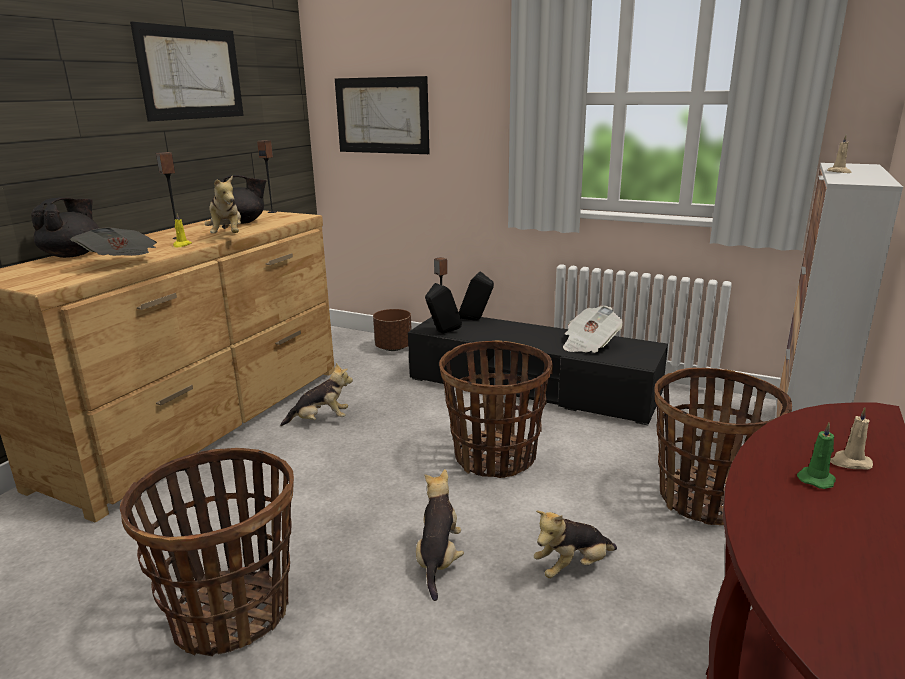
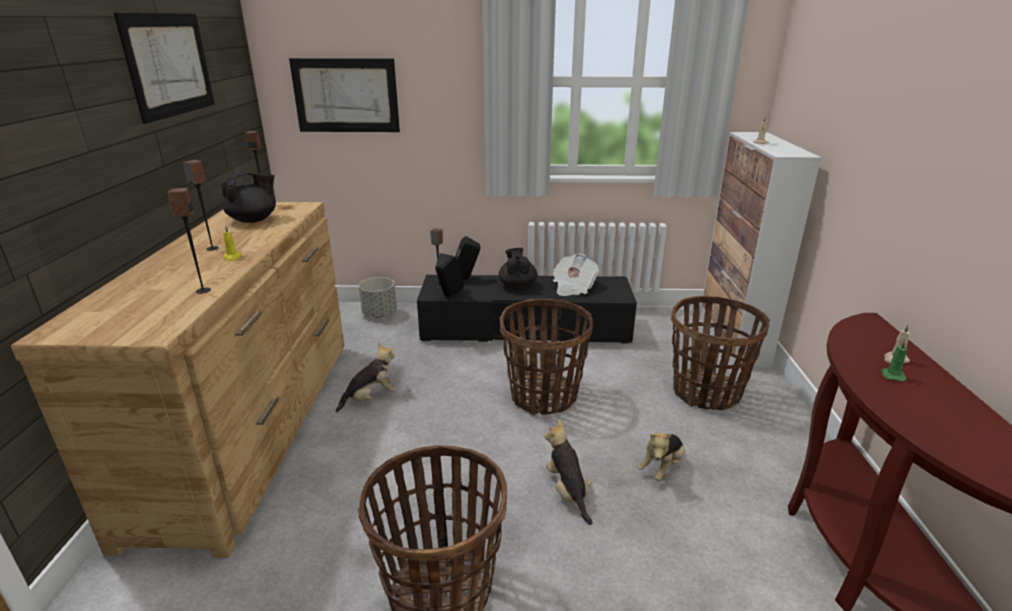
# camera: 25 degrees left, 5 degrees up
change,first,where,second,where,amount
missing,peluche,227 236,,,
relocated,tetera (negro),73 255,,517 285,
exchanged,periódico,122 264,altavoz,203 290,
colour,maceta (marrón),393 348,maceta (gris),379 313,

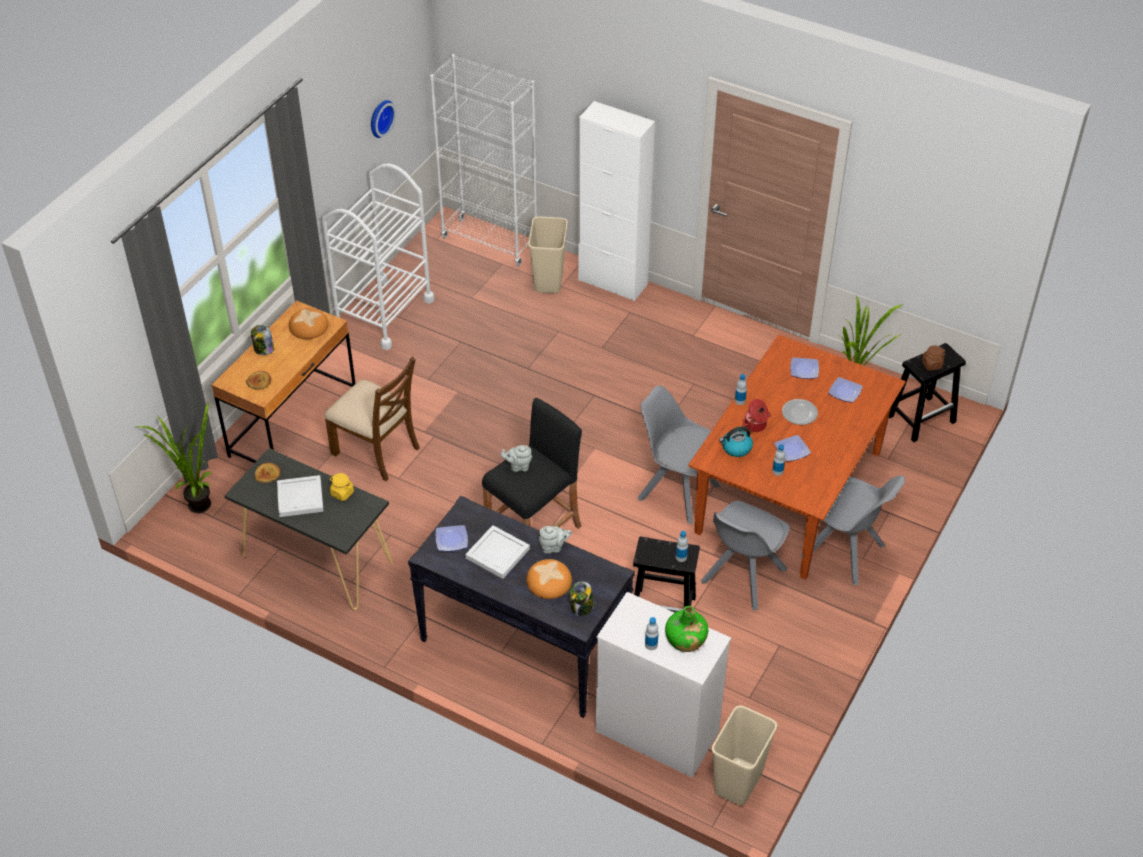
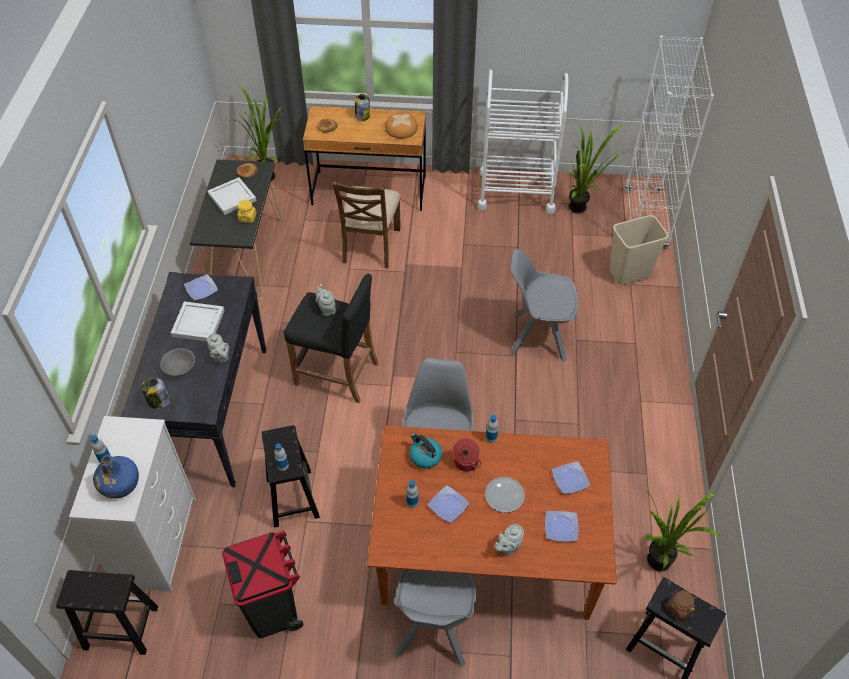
# camera: 65 degrees right, 5 degrees up
change,first,where,second,where,amount
missing,reloj de pared,380 118,,,
missing,armario (blanco),612 282,,,
relocated,silla (gris),742 577,,537 336,
exchanged,pan,549 581,cuenco (gris),179 368,
colour,botella (verde),685 639,botella (azul),120 484,
exchanged,papelera (beis),738 783,taburete (negro),120 628,
appeared,,,planta en maceta,581 208,
appeared,,,tetera (gris),508 547,
appeared,,,papelera (negro),273 608,

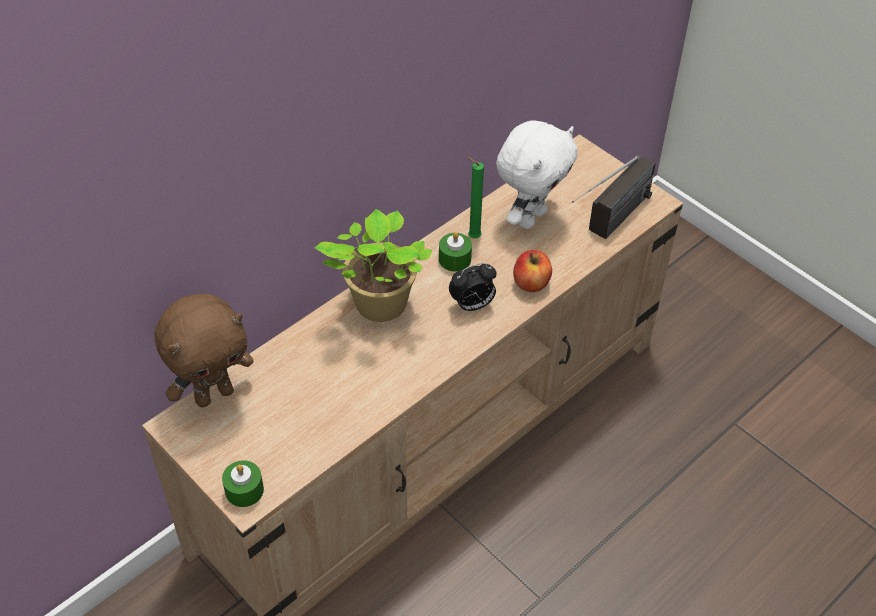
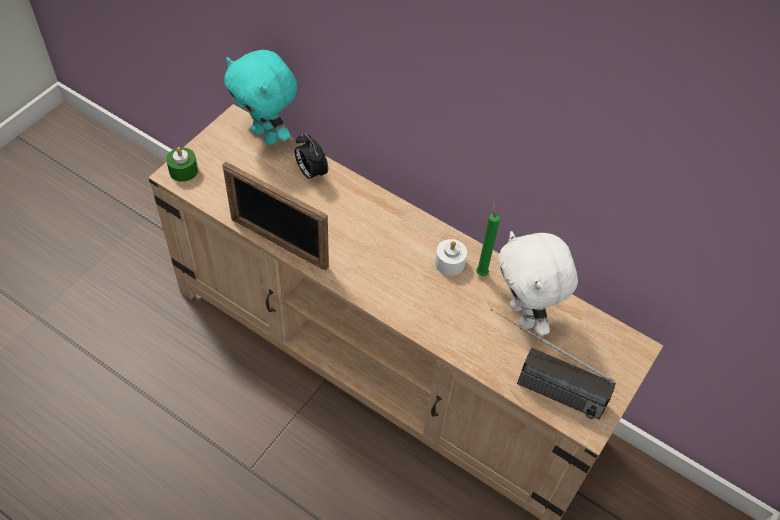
# camera: 75 degrees right, 5 degrees up
change,first,where,second,where,amount
spun,peluche (blanco),530 217,,523 315,45 degrees clockwise
missing,planta en maceta,378 306,,,
colour,vela (verde),454 259,vela (blanco),449 263,
missing,manzana,531 283,,,
relocated,despertador,472 305,,311 173,
colour,peluche (marrón),214 394,peluche (turquesa),266 135,
appeared,,,portarretratos,278 243,

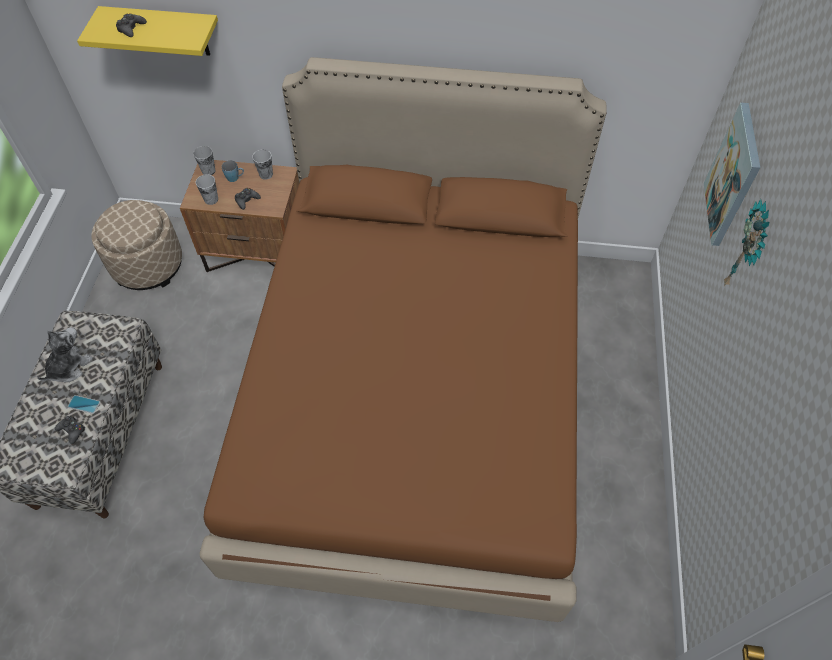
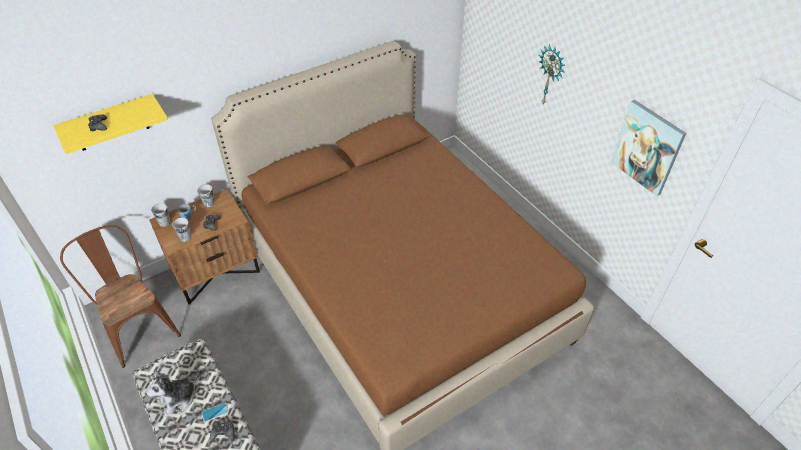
# camera: 40 degrees left, 10 degrees down
change,first,where,second,where,amount
relocated,cuadro,733 176,,647 147,
exchanged,puf (beis),148 265,silla (marrón),138 327,
spun,peluche,69 367,,178 399,120 degrees counterclockwise

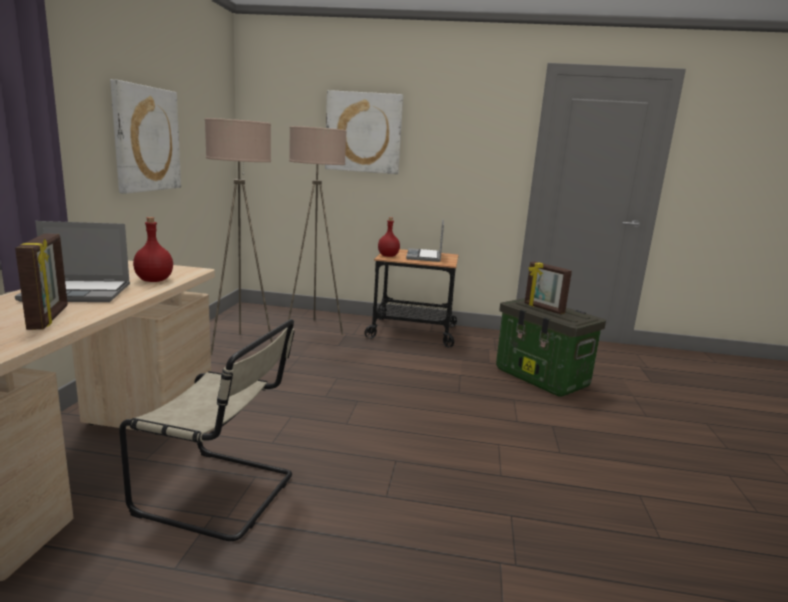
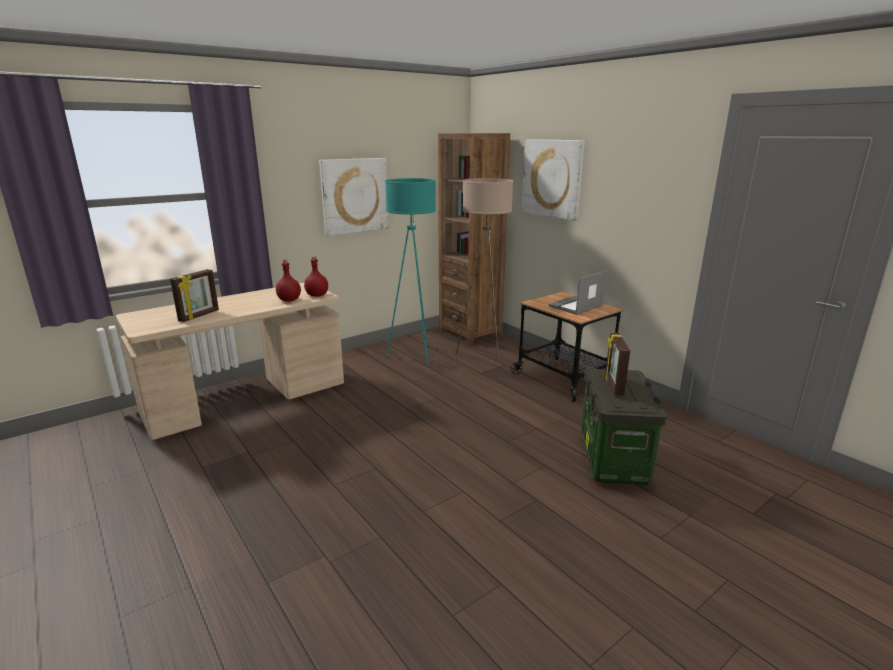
# camera: 45 degrees right, 5 degrees up
change,first,where,second,where,amount
colour,lámpara de pie (beis),242 346,lámpara de pie (turquesa),414 355,
relocated,botella (rojo),388 256,,317 295,
missing,portátil,79 293,,,
missing,silla (beis),222 494,,,
appeared,,,estantería (marrón),470 332,

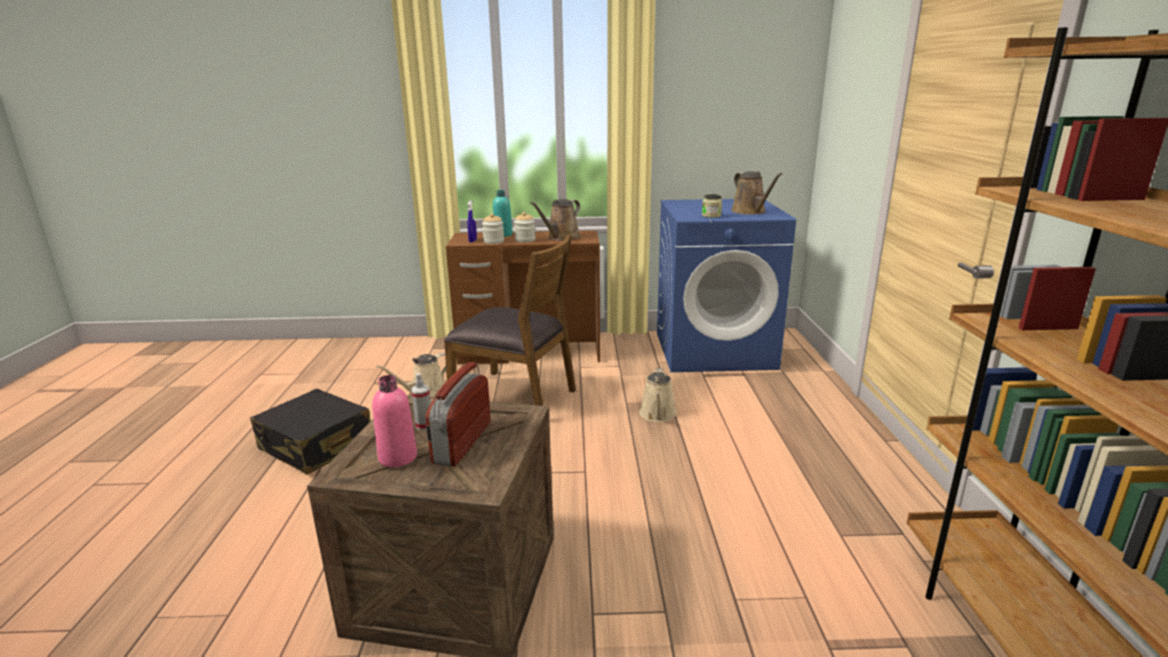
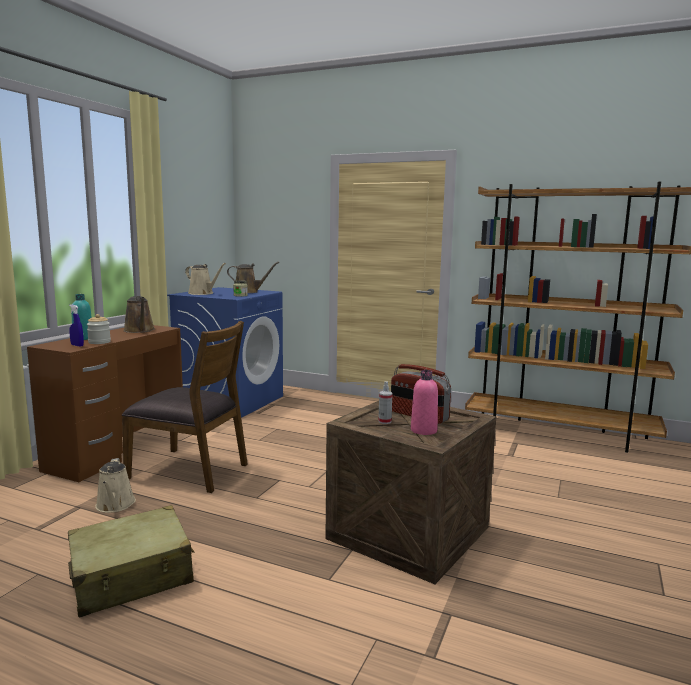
# camera: 65 degrees left, 10 degrees down
change,first,where,second,where,amount
missing,tarro,525 240,,,
spun,silla (marrón),515 397,,190 470,60 degrees clockwise
relocated,regadera (beis),658 415,,202 293,
colour,maleta (negro),316 445,maleta (beis),132 576,

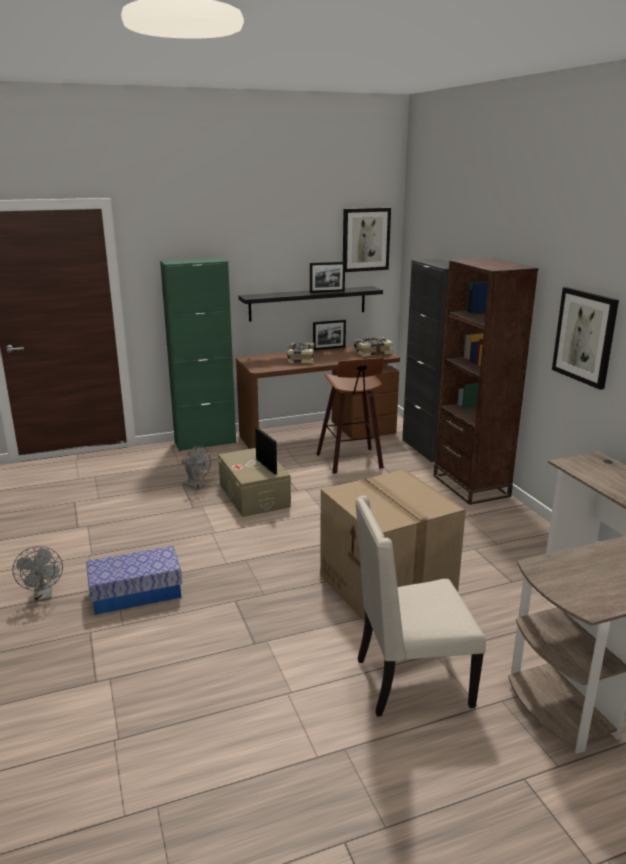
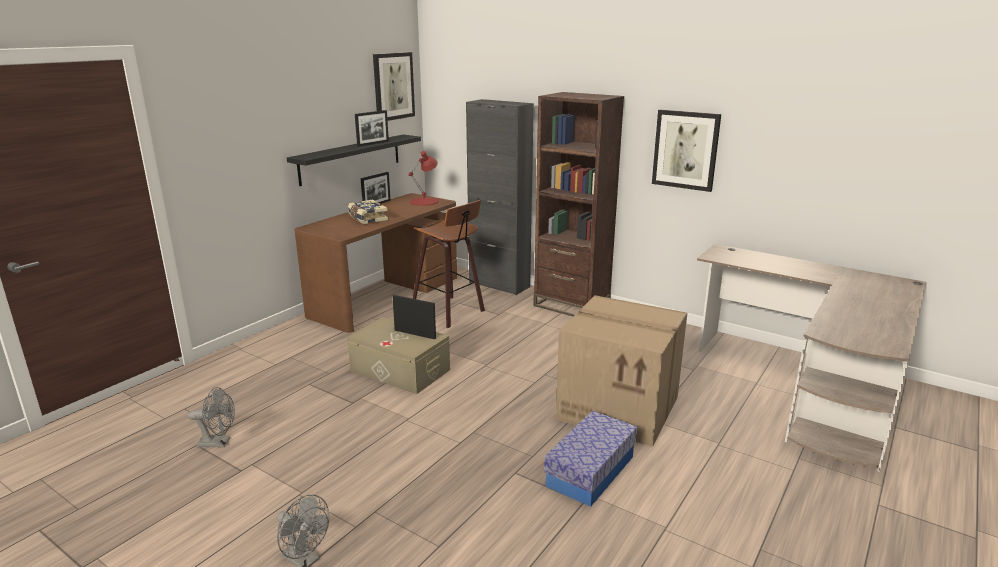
# camera: 35 degrees left, 0 degrees up
change,first,where,second,where,amount
missing,armario (verde),205 442,,,
exchanged,libro,372 352,lámpara de mesa (rojo),424 201,
relocated,ventilador (gris),197 486,,219 443,
missing,silla (beis),410 682,,,
relocated,caja de almacenaje,136 593,,590 471,

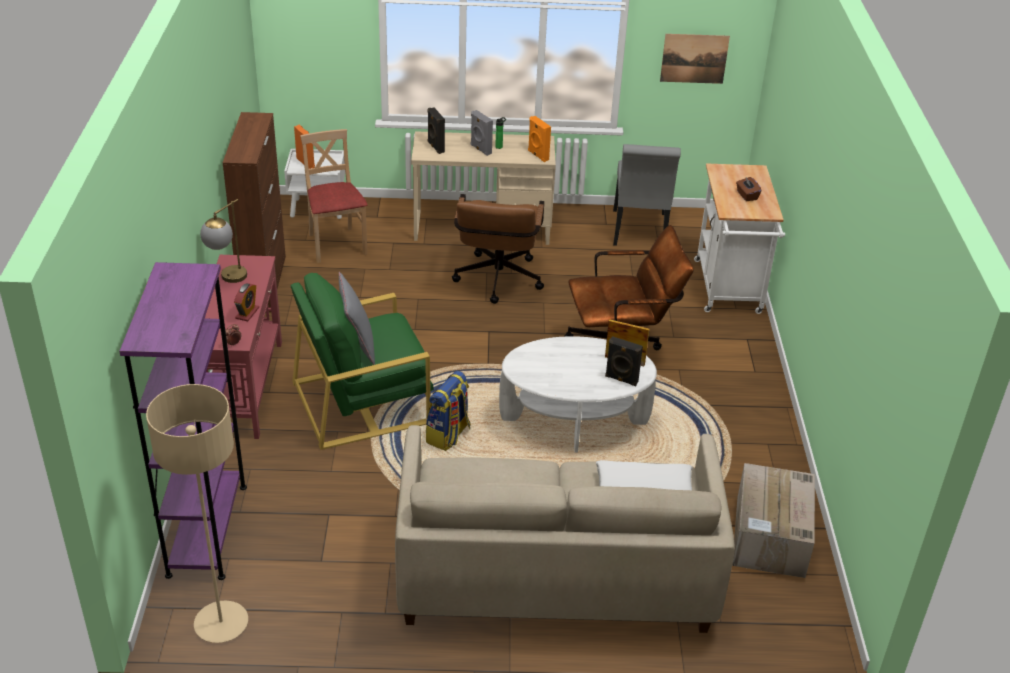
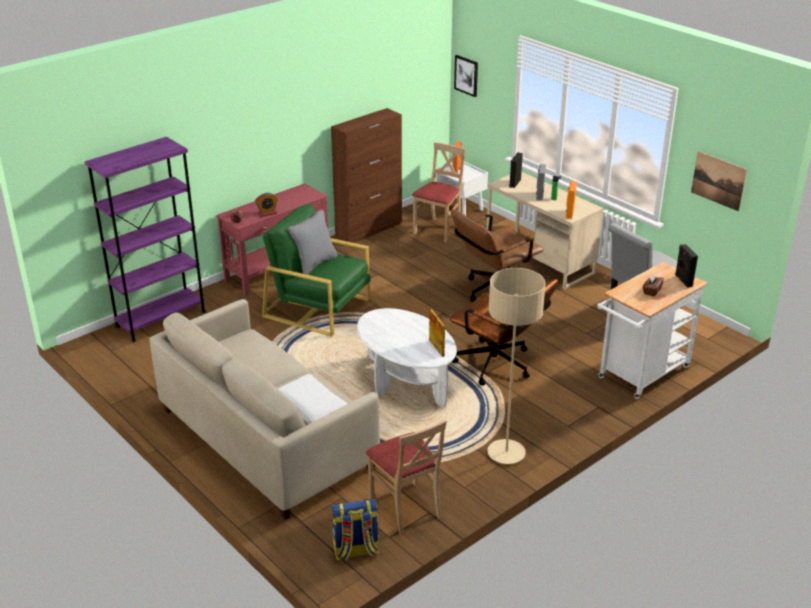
# camera: 50 degrees right, 5 degrees down
change,first,where,second,where,amount
missing,lámpara de mesa,228 280,,,
relocated,altavoz (negro),621 380,,683 281,
relocated,mochila,448 435,,355 551,
relocated,lámpara de pie (beis),221 623,,506 453,
exchanged,caja de cartón,770 537,silla (beis),406 507,
appeared,,,cuadro,466 75,

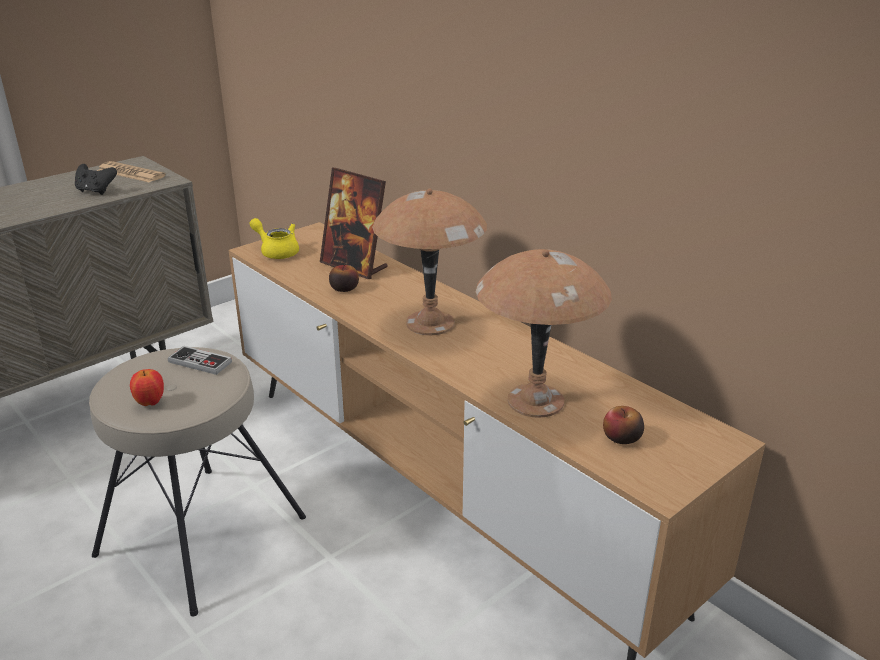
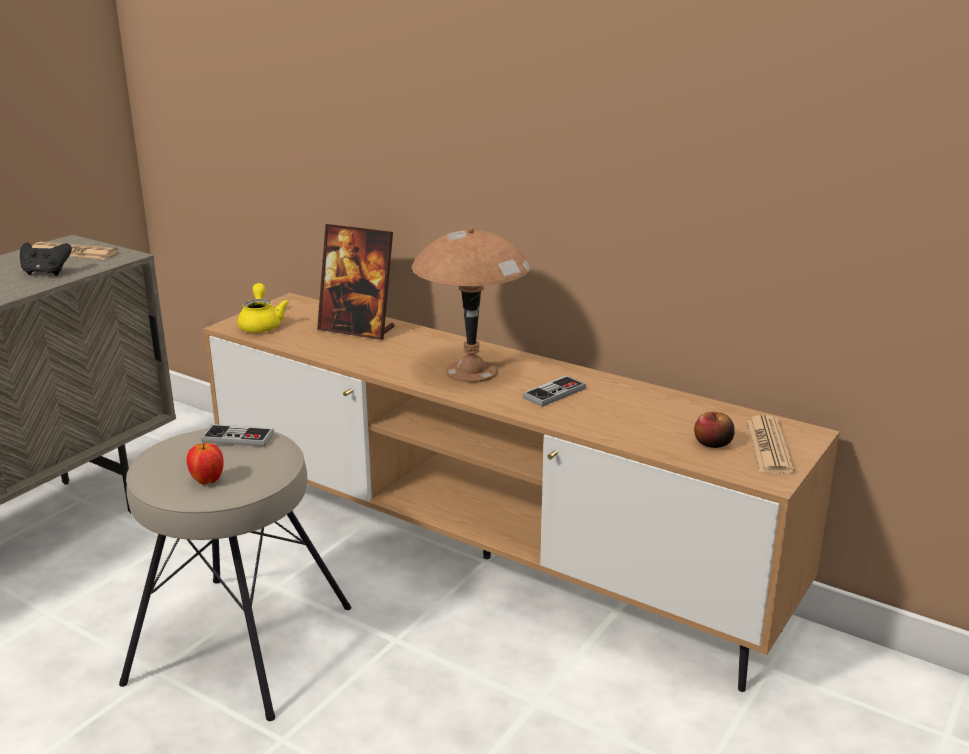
# camera: 15 degrees left, 5 degrees down
change,first,where,second,where,amount
spun,tetera (amarillo),277 251,,261 324,60 degrees clockwise
missing,lámpara de mesa (marrón),537 401,,,
missing,manzana,344 288,,,
appeared,,,mando de consola,554 393,
appeared,,,periódico,768 446,

